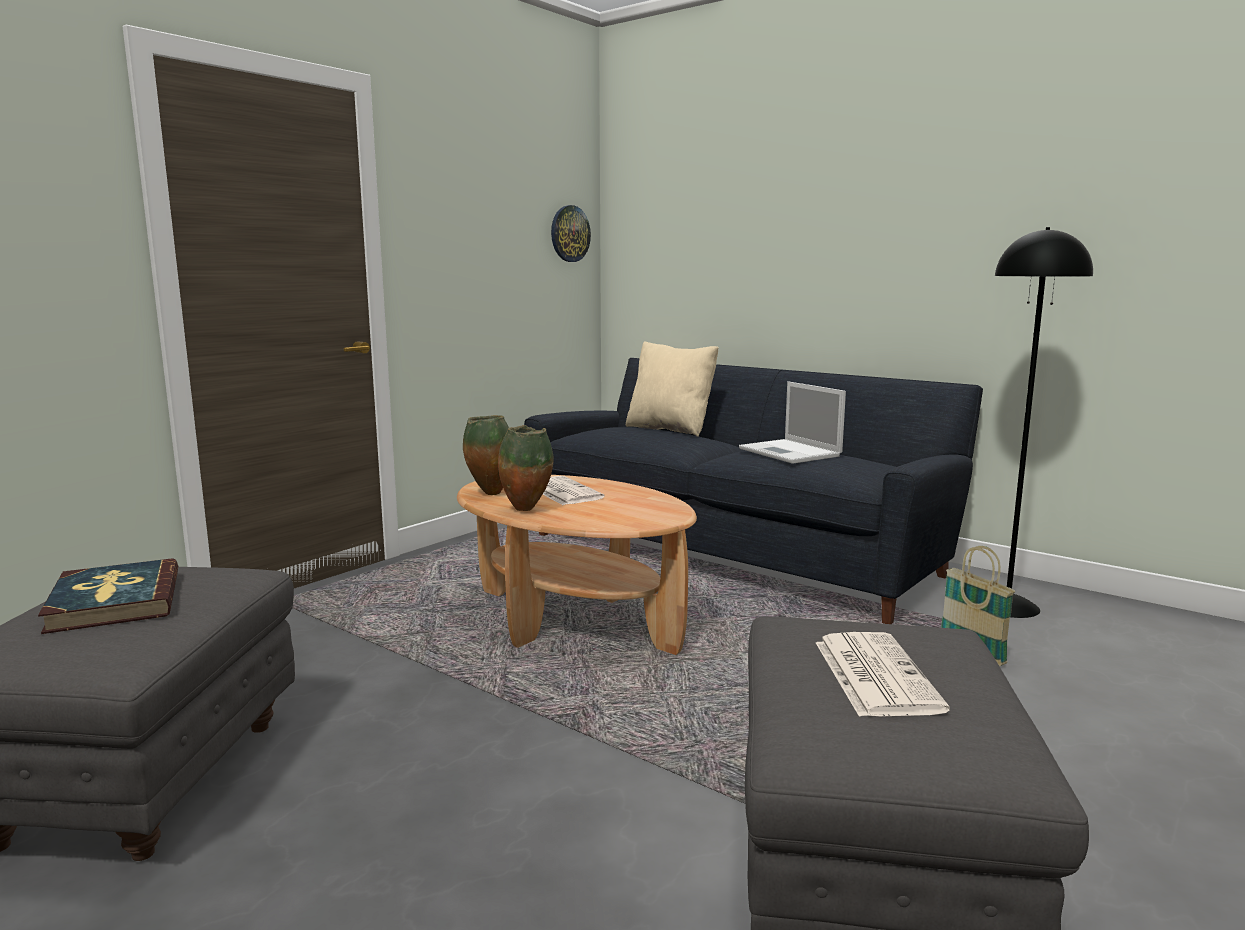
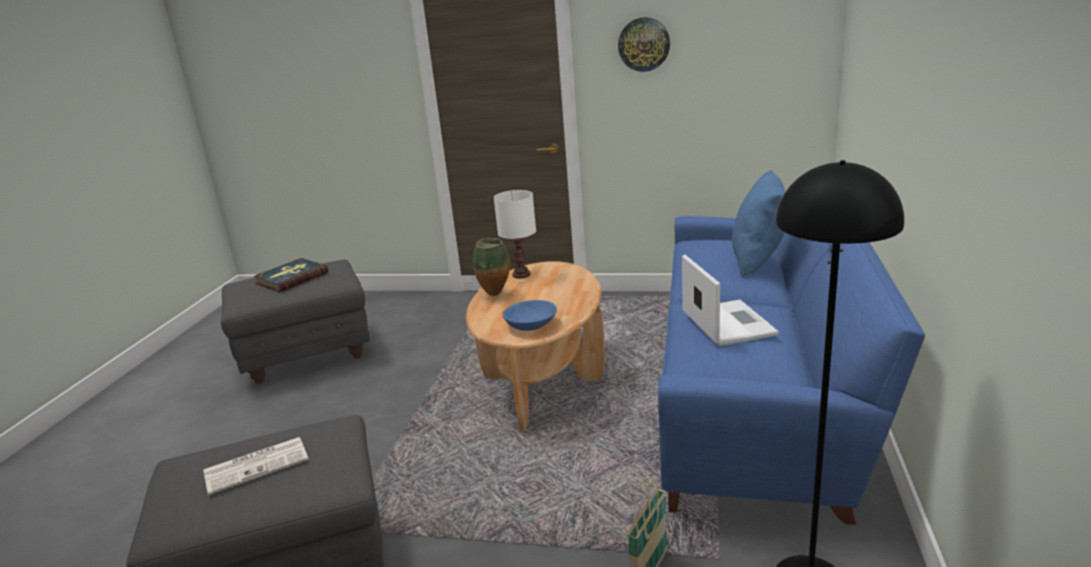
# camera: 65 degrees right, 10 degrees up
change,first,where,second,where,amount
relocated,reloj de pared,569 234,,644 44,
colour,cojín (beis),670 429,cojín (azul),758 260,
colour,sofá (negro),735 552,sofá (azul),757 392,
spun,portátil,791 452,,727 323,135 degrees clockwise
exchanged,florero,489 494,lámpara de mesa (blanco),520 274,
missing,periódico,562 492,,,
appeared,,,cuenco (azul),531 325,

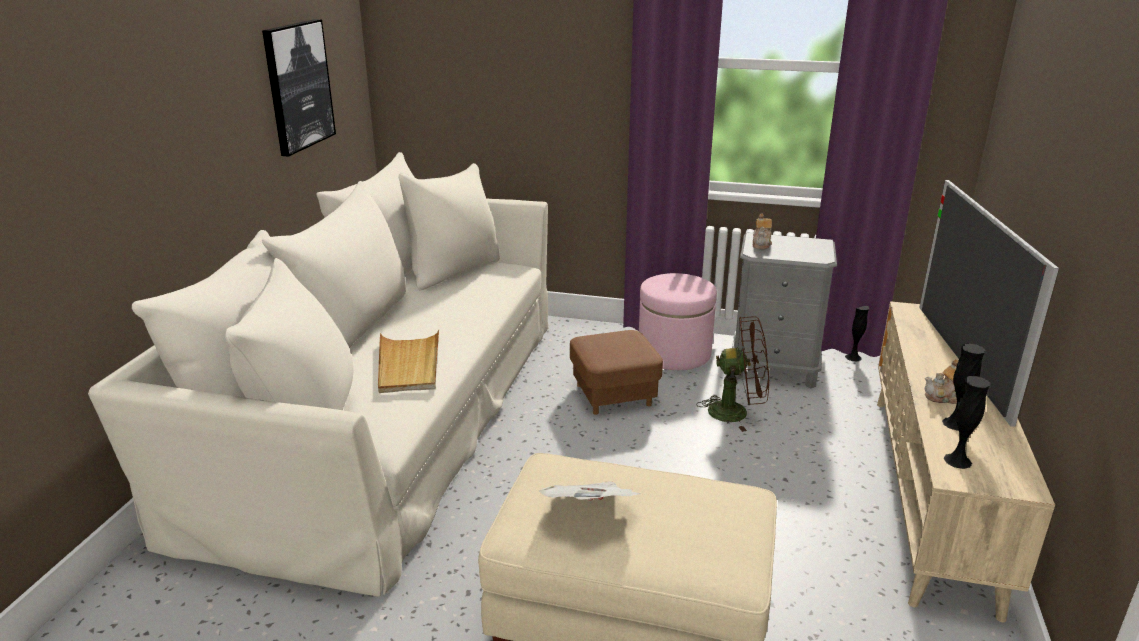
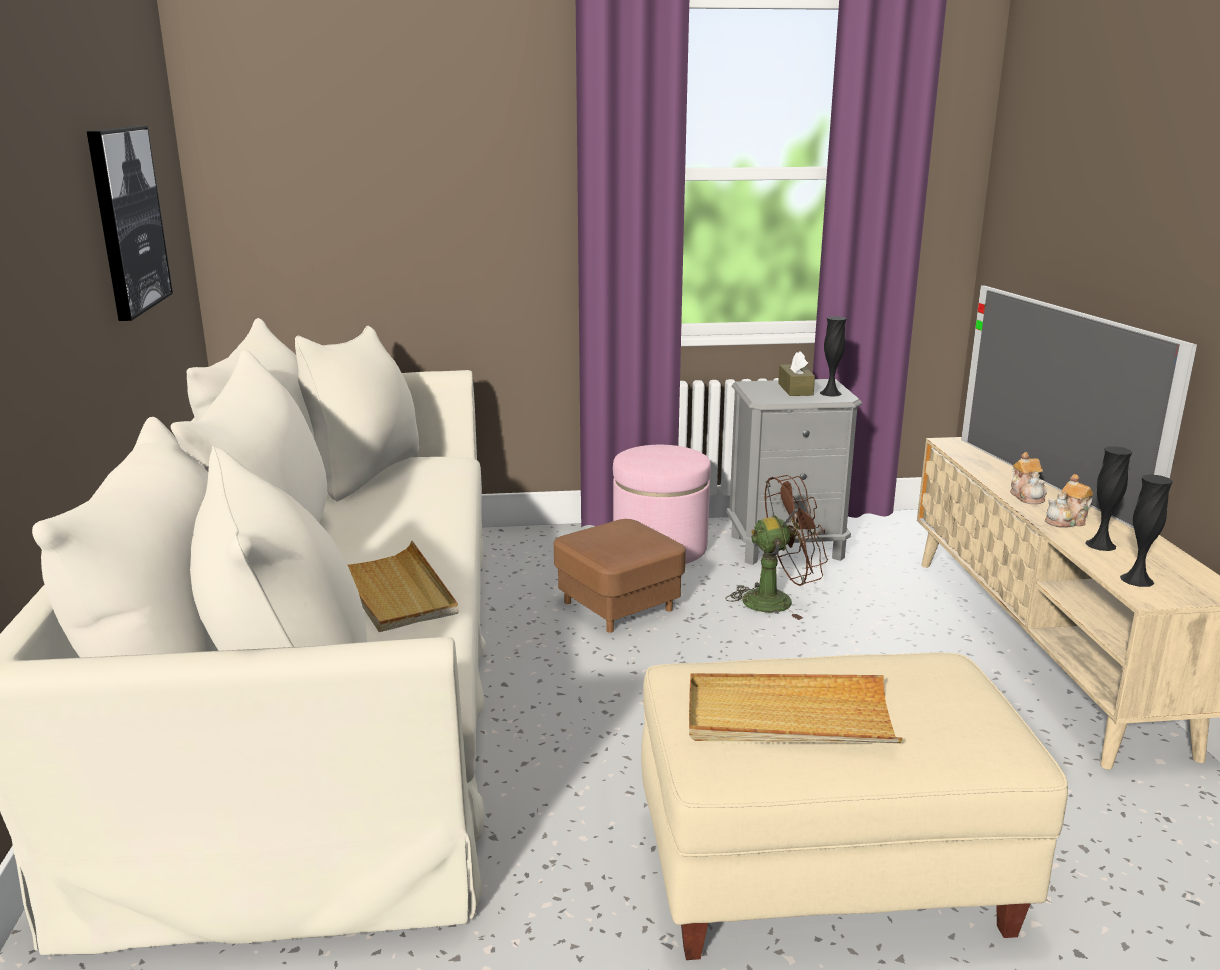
# camera: 20 degrees left, 5 degrees down
change,first,where,second,where,amount
relocated,tetera,761 244,,1027 496,
relocated,florero (negro),853 357,,830 393,
exchanged,periódico,590 512,bandeja (beis),788 717,
appeared,,,caja de pañuelos (marrón),795 389,

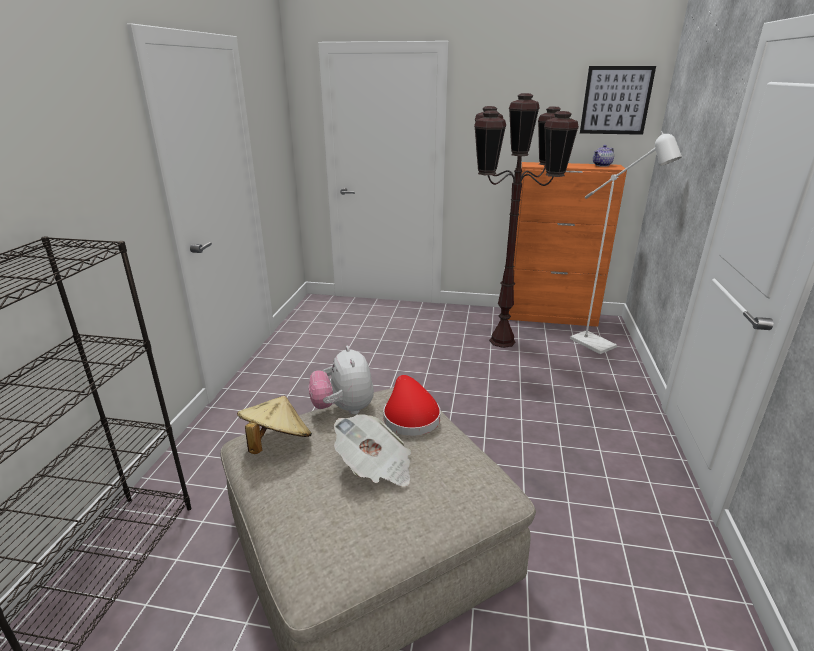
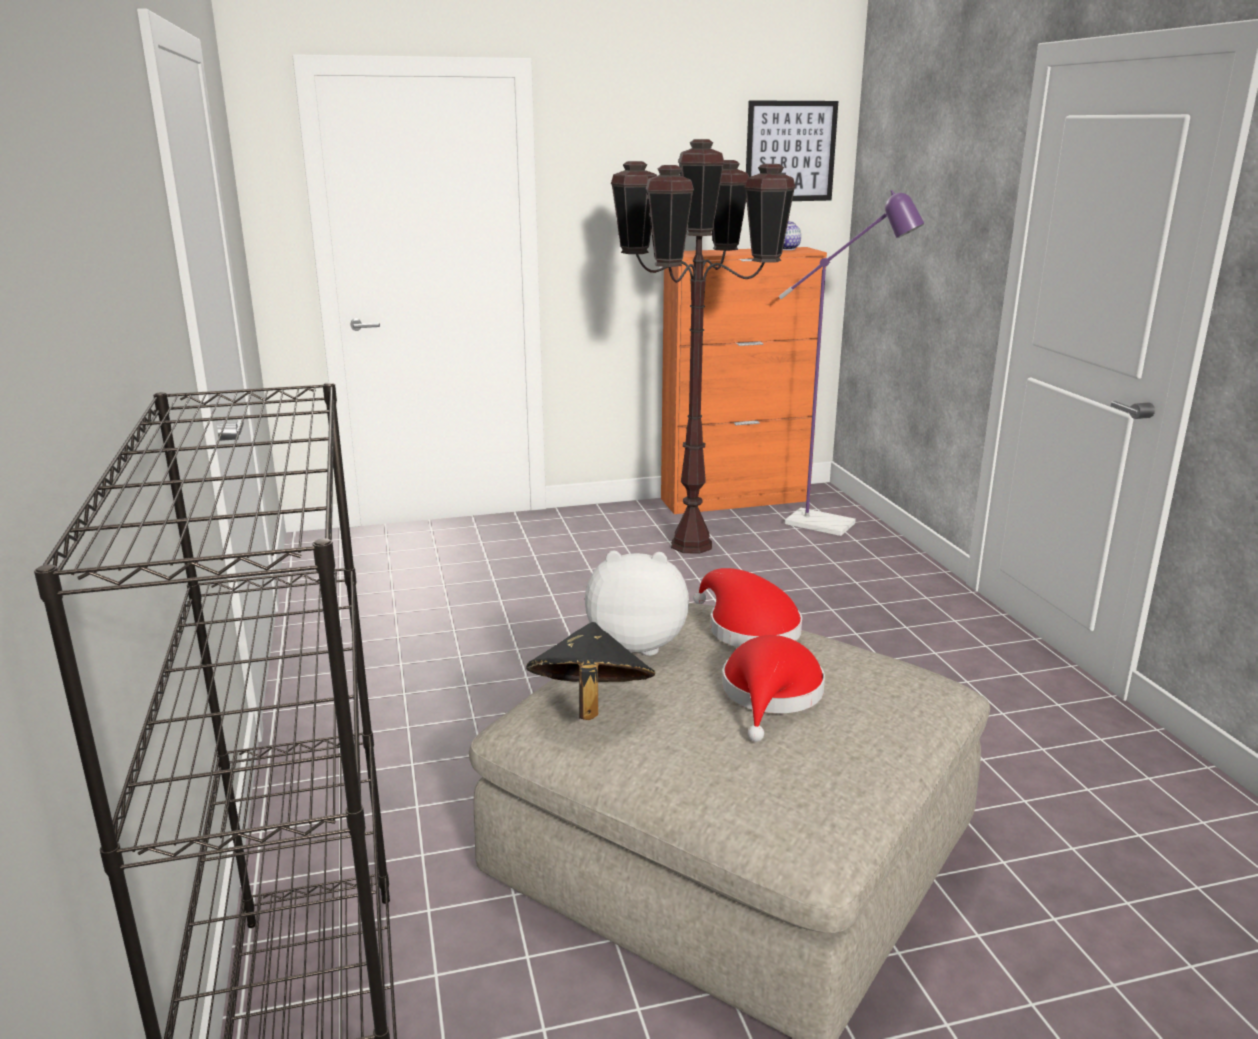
# camera: 25 degrees left, 5 degrees down
change,first,where,second,where,amount
colour,lámpara de pie (blanco),599 346,lámpara de pie (morado),832 526,
spun,peluche,343 409,,637 644,135 degrees clockwise
colour,sombrero (beis),277 443,sombrero (negro),589 706,
exchanged,periódico,375 467,sombrero (rojo),771 695,

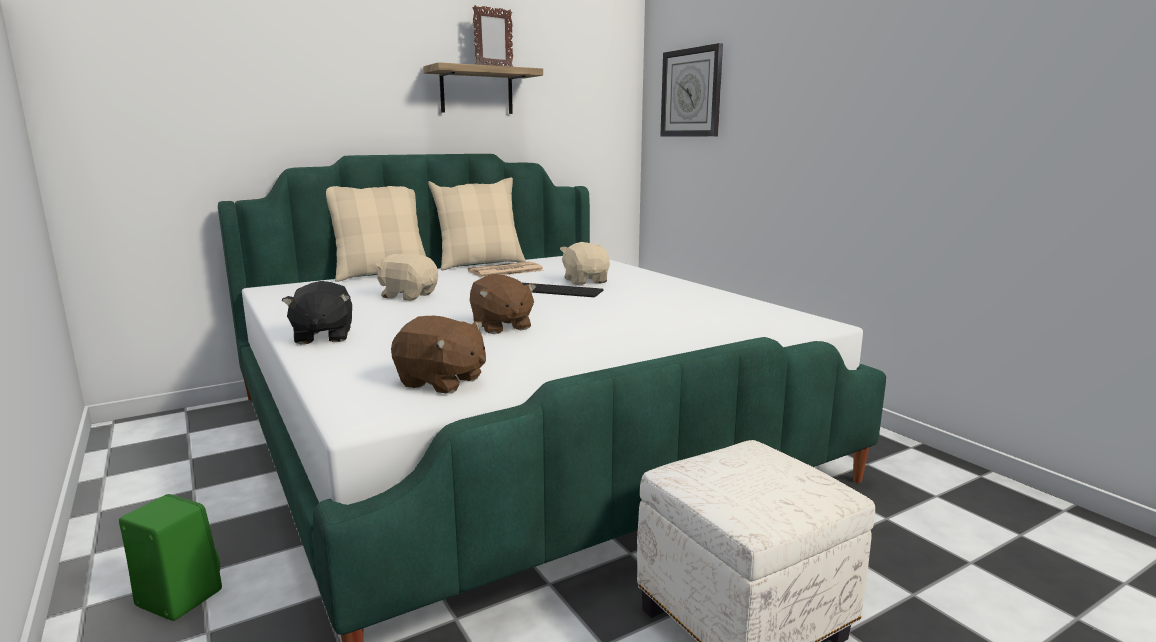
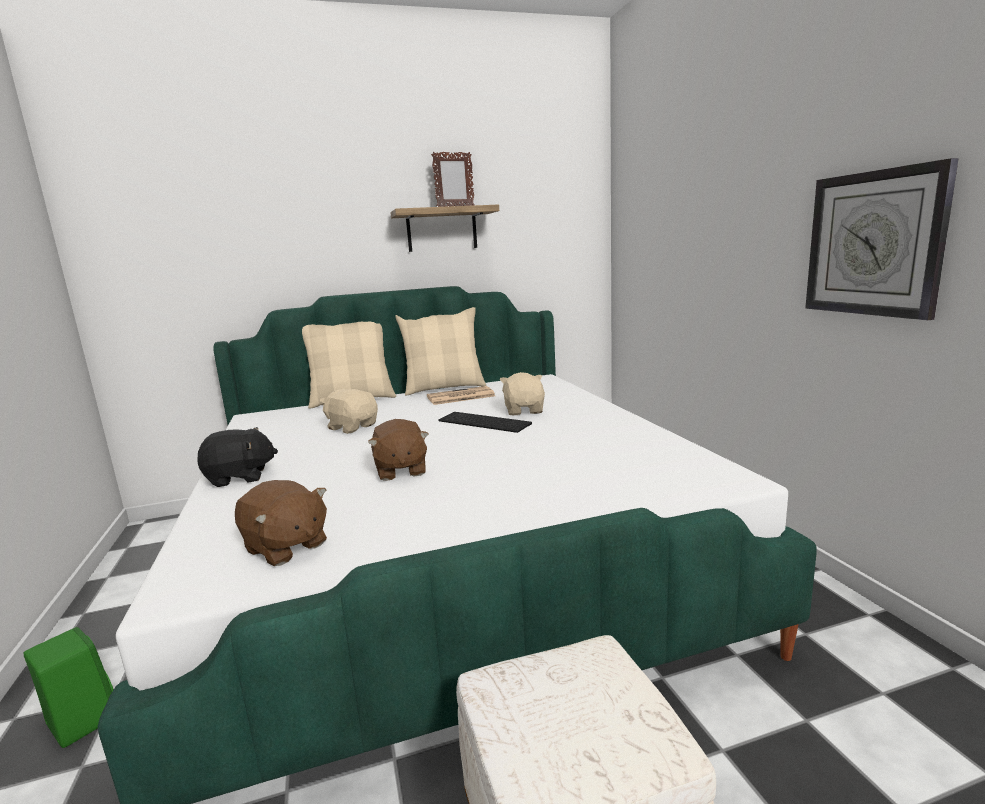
# camera: 15 degrees right, 0 degrees up
change,first,where,second,where,amount
relocated,reloj de pared,691 93,,874 243,
spun,peluche (negro),322 336,,240 477,105 degrees counterclockwise

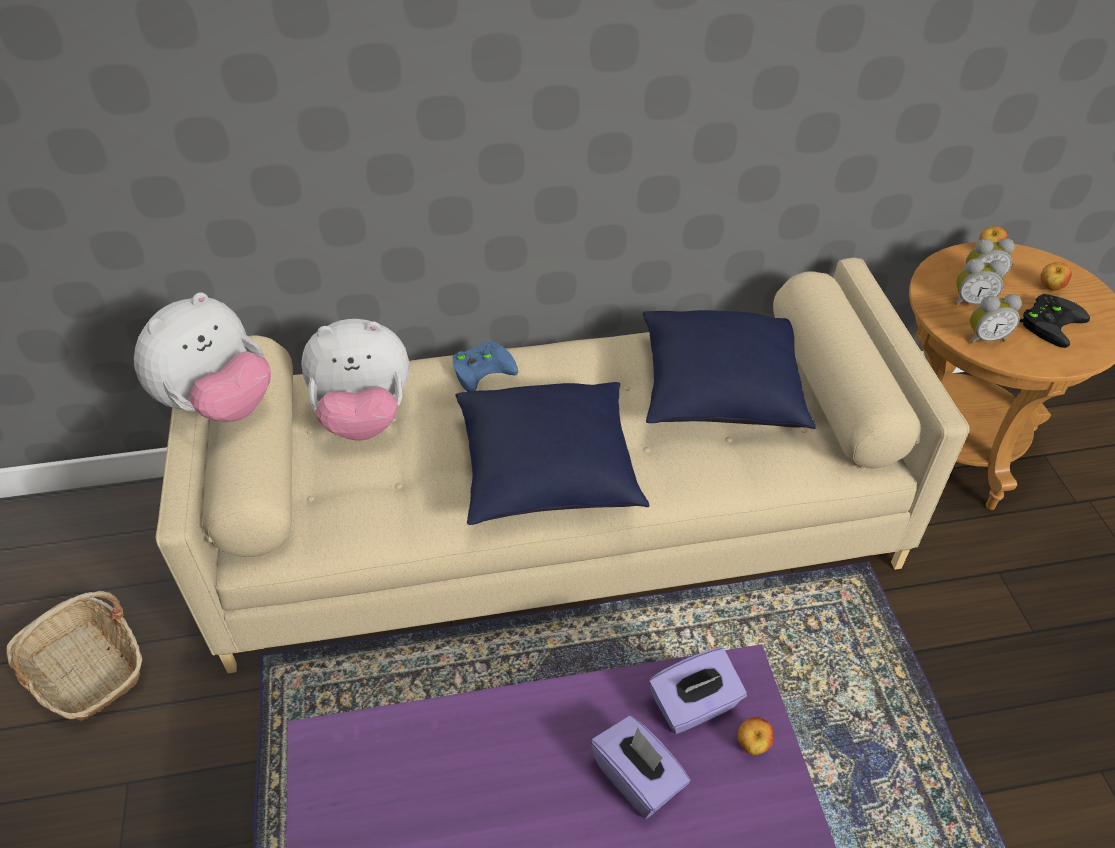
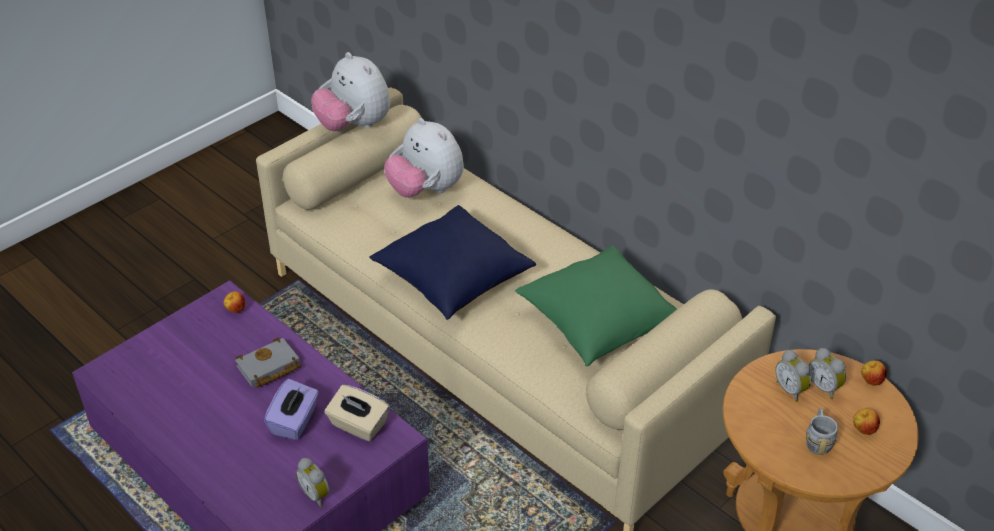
# camera: 55 degrees right, 5 degrees down
change,first,where,second,where,amount
spun,peluche,219 405,,354 126,45 degrees clockwise
relocated,despertador,984 338,,316 494,
exchanged,mando de consola (negro),1050 321,taza grande (gris),817 441,
colour,cojín (azul),720 393,cojín (verde),598 323,
missing,mando de consola (azul),483 367,,,
missing,cesta,86 669,,,
colour,caja de pañuelos (morado),694 706,caja de pañuelos (beis),358 425,
relocated,manzana,752 745,,236 310,
appeared,,,libro (gris),268 368,

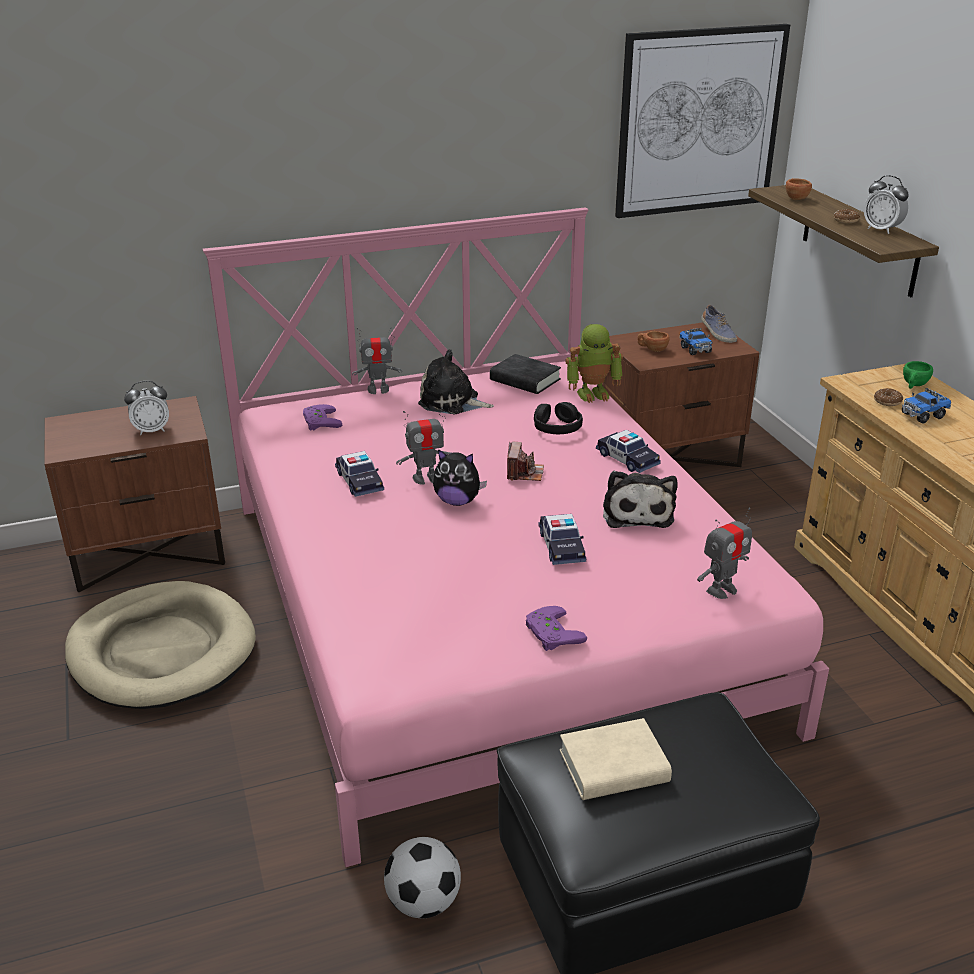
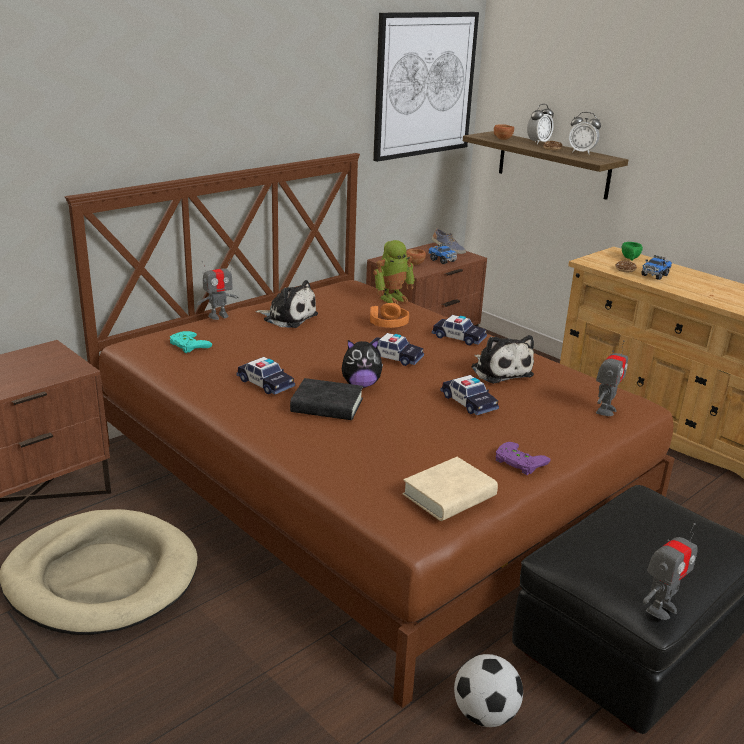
# camera: 25 degrees left, 5 degrees down
change,first,where,second,where,amount
colour,cama (rosa),485 609,cama (marrón),366 481,
spun,peluche,452 402,,288 317,150 degrees counterclockwise
relocated,libro (negro),525 380,,327 406,
relocated,despertador,152 430,,538 142,
colour,auriculares (negro),557 427,auriculares (naranja),388 323,
colour,mando de consola (morado),319 421,mando de consola (turquesa),187 345,
relocated,robot de juguete,425 478,,661 608,
exchanged,cámara,524 473,coche de juguete,394 357,
relocated,libro (beis),613 767,,449 495,

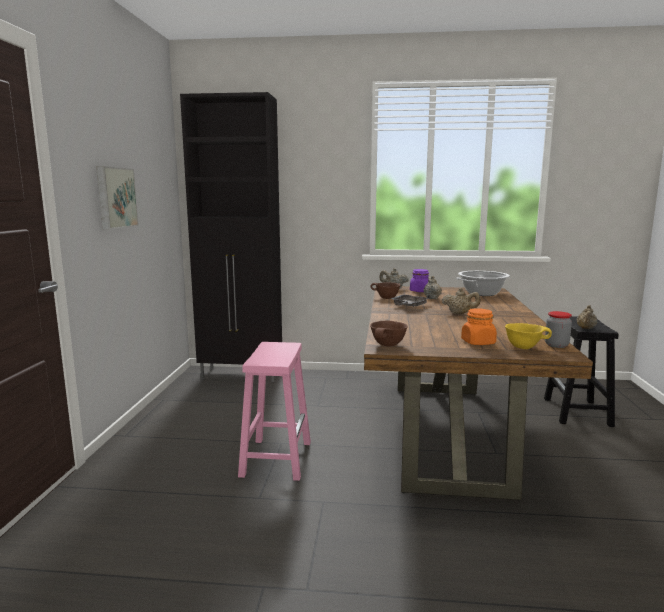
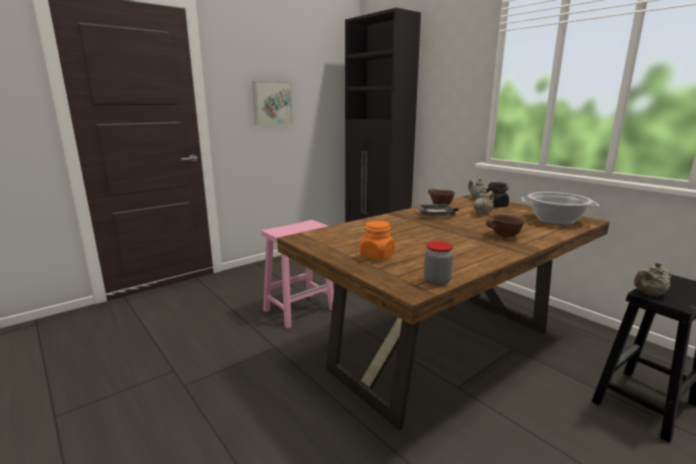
# camera: 45 degrees right, 5 degrees up
change,first,where,second,where,amount
colour,tarro (morado),419 291,tarro (negro),495 206,
missing,tetera (beis),460 313,,,
relocated,cuenco (marrón),388 345,,504 236,
missing,cuenco (amarillo),523 347,,,

